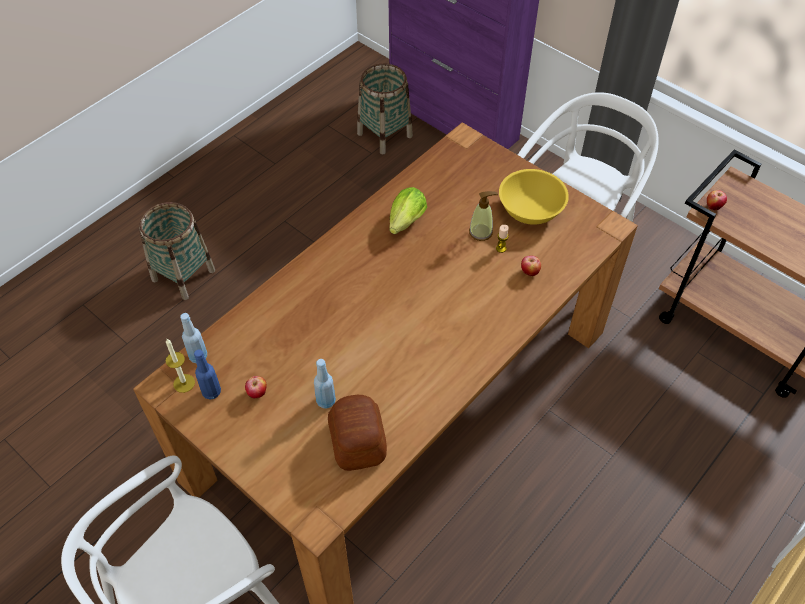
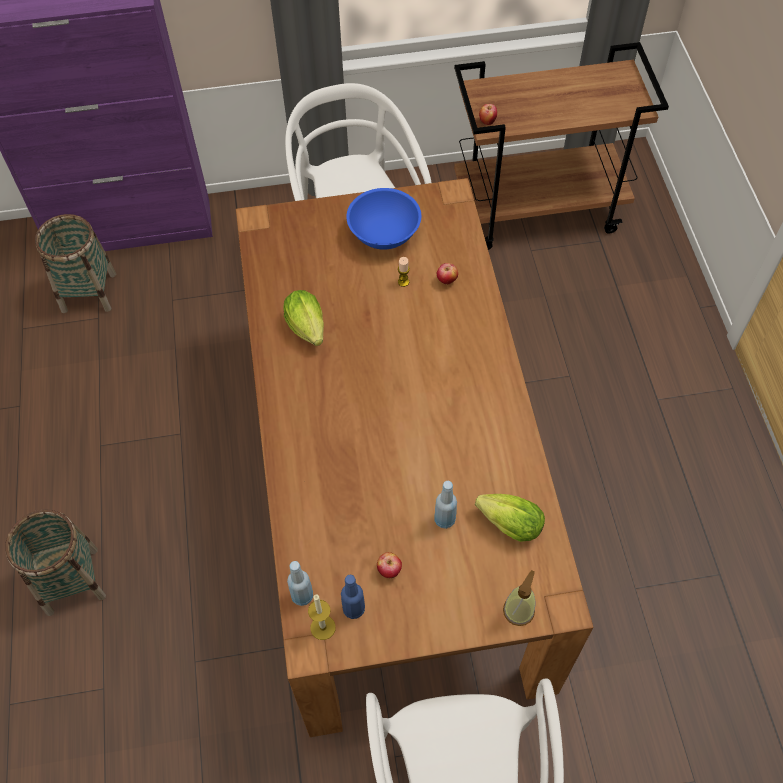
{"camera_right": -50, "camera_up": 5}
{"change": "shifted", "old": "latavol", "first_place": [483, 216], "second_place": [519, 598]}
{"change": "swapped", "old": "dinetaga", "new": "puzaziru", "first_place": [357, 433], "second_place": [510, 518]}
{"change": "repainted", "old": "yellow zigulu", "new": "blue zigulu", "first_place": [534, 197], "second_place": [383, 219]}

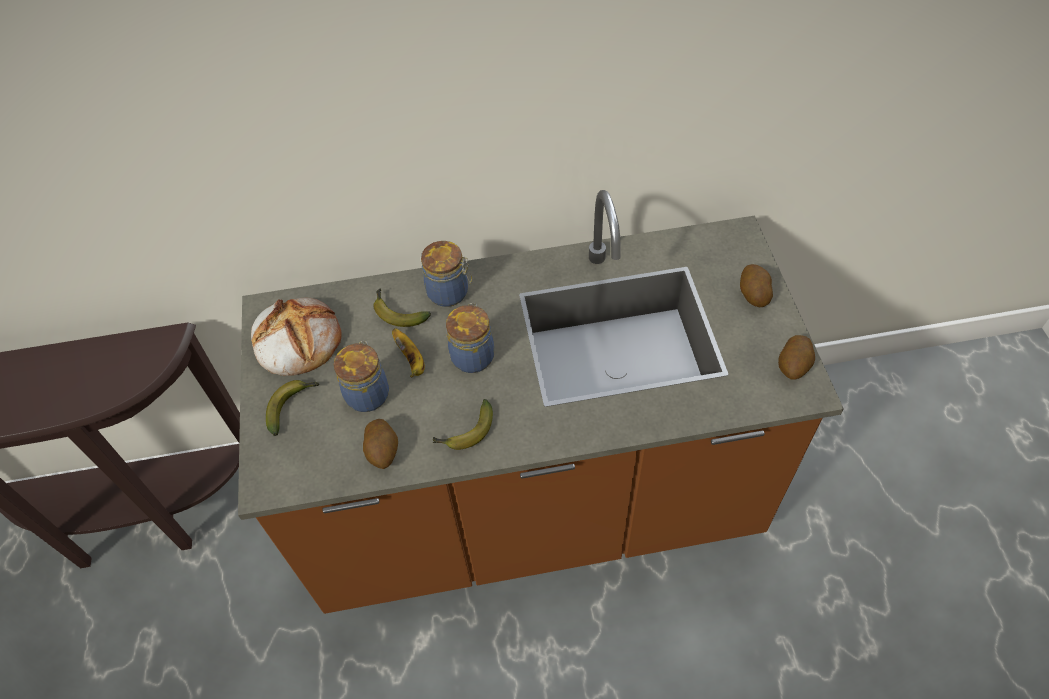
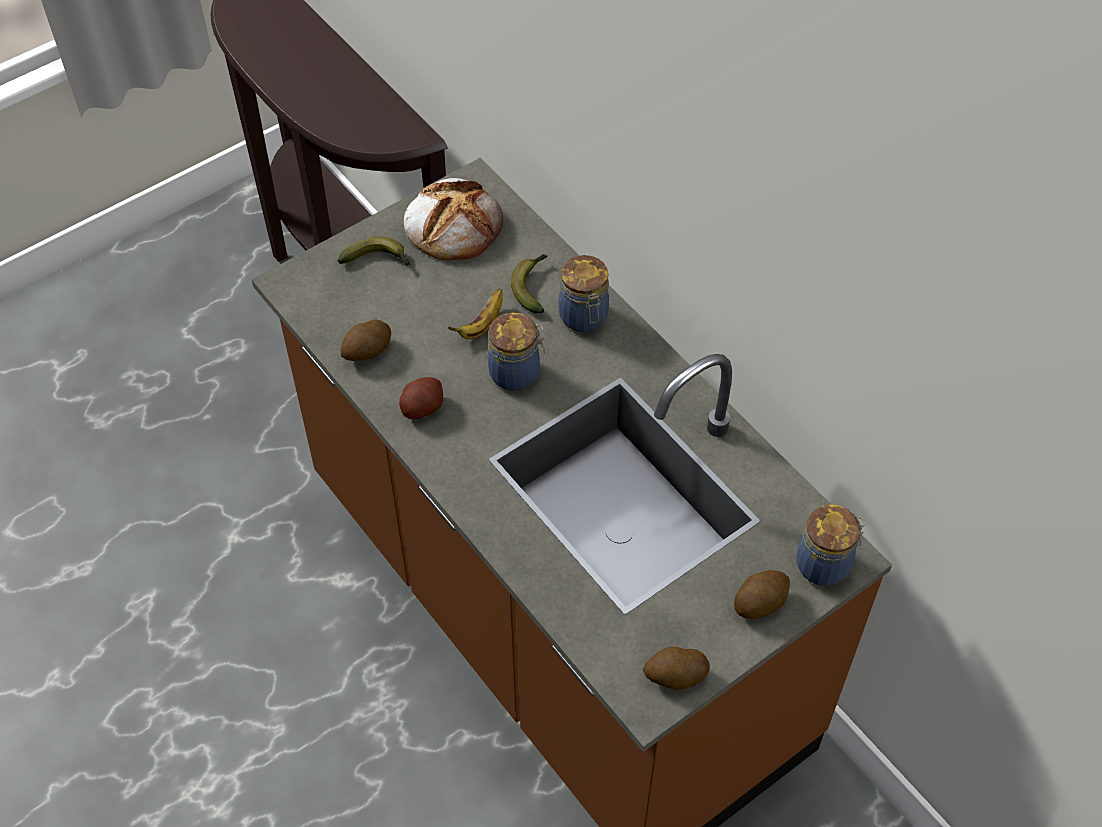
{"camera_right": 60, "camera_up": 0}
{"change": "shifted", "old": "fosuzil", "first_place": [361, 376], "second_place": [830, 545]}
{"change": "swapped", "old": "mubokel", "new": "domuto", "first_place": [462, 424], "second_place": [421, 398]}

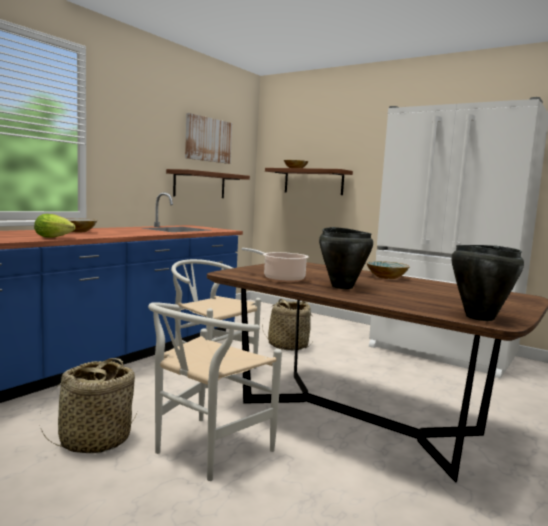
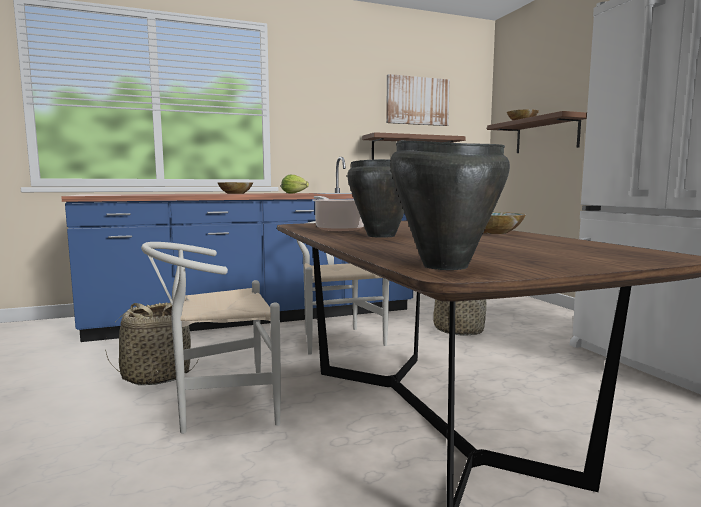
{"camera_right": 35, "camera_up": 0}
{"change": "shifted", "old": "puzaziru", "first_place": [54, 226], "second_place": [295, 184]}

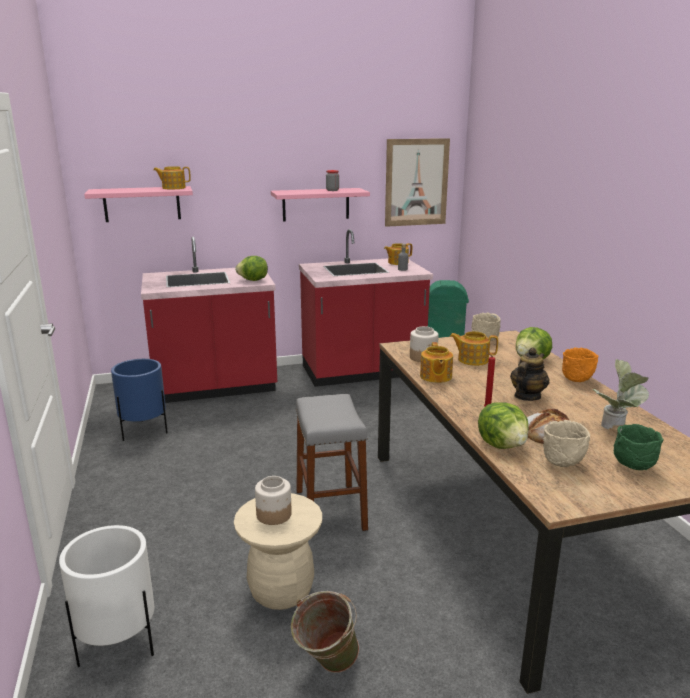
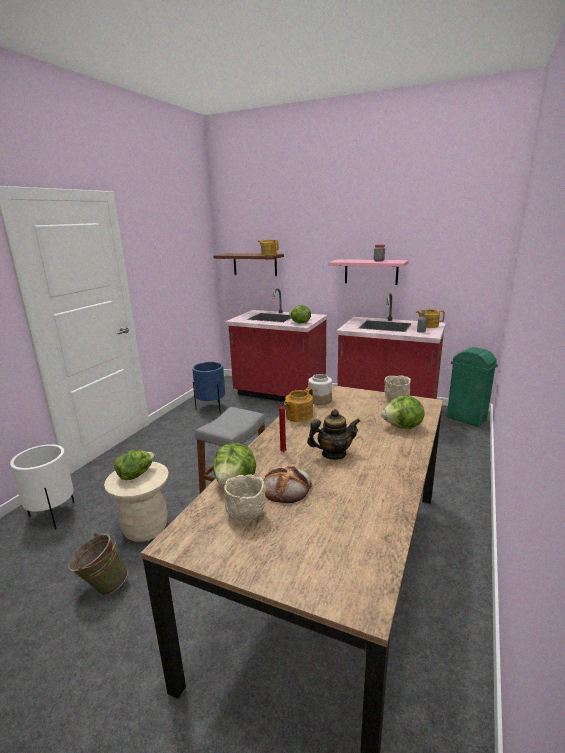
{"camera_right": 40, "camera_up": 0}
{"change": "gone", "old": "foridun", "first_place": [417, 182]}
{"change": "gone", "old": "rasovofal", "first_place": [474, 348]}
{"change": "gone", "old": "orange zigulu", "first_place": [580, 364]}
{"change": "gone", "old": "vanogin", "first_place": [620, 394]}
{"change": "gone", "old": "green zigulu", "first_place": [638, 447]}
{"change": "swapped", "old": "fosuzil", "new": "puzaziru", "first_place": [273, 500], "second_place": [134, 465]}
{"change": "repainted", "old": "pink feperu", "new": "brown feperu", "first_place": [138, 204], "second_place": [248, 264]}

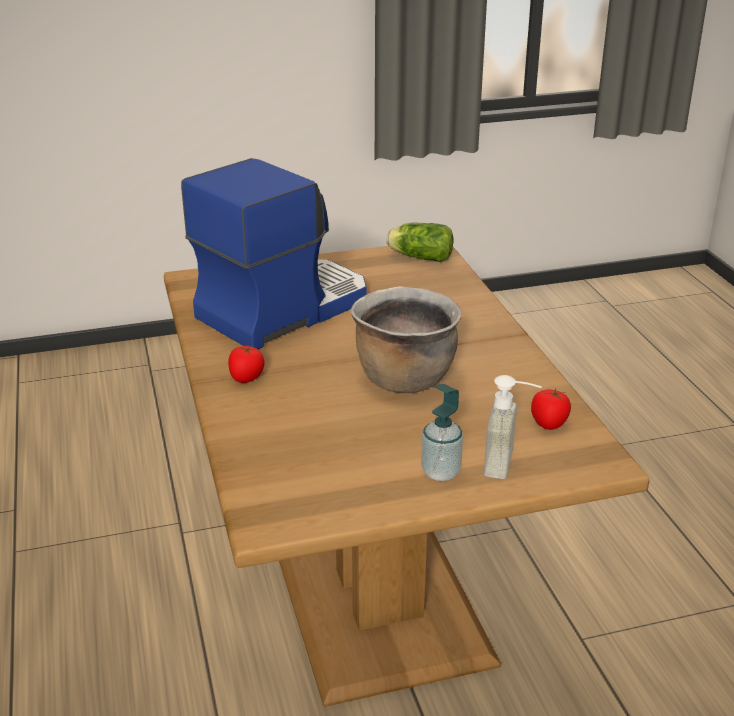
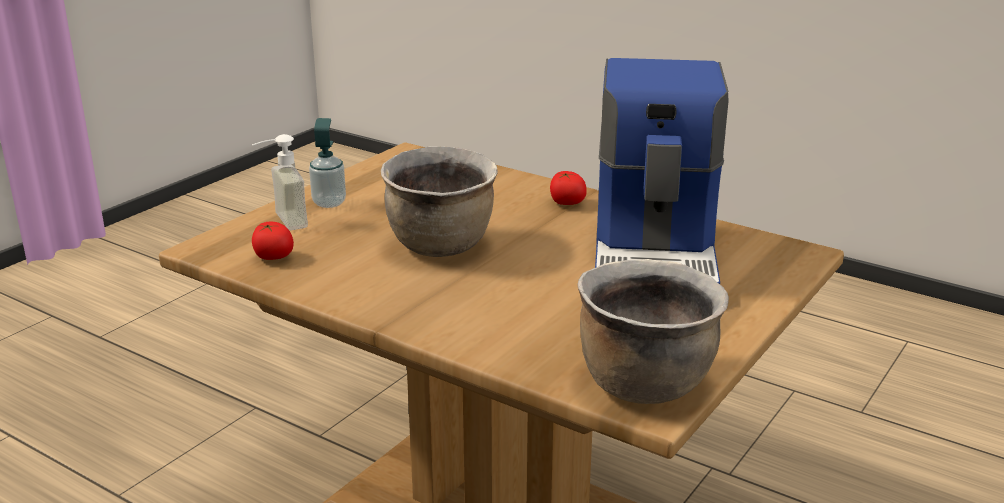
{"camera_right": 140, "camera_up": -5}
{"change": "swapped", "old": "puzaziru", "new": "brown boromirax", "first_place": [419, 242], "second_place": [653, 331]}

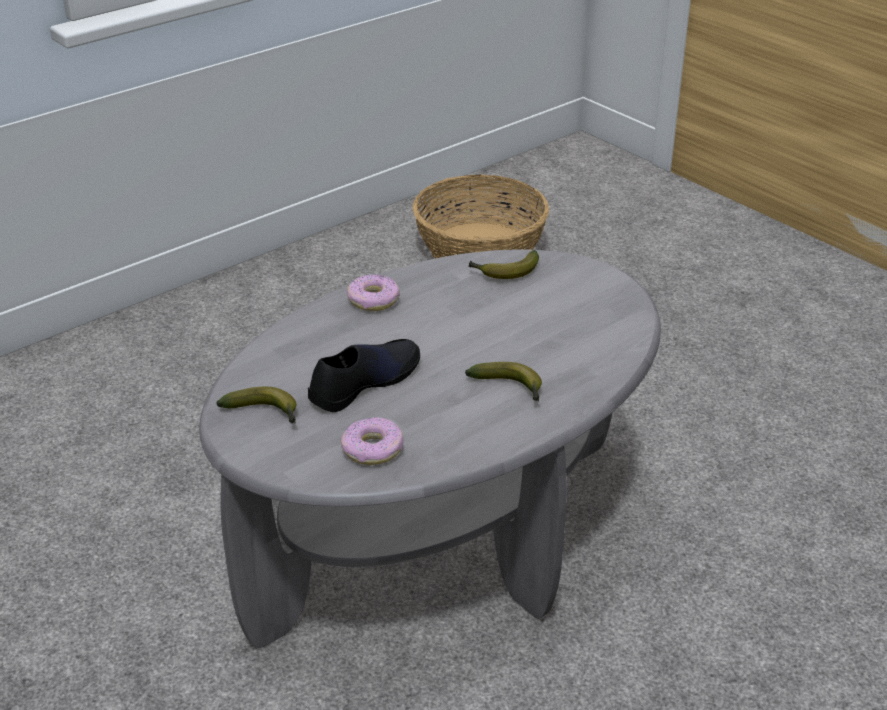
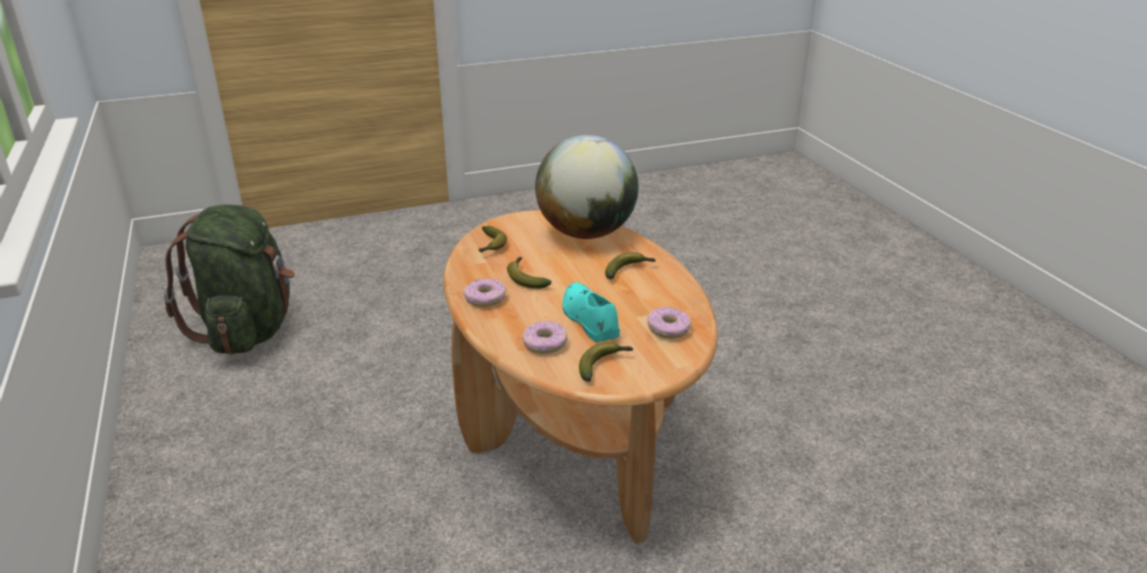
{"camera_right": -70, "camera_up": -5}
{"change": "new", "new": "mubokel", "second_place": [529, 273]}
{"change": "new", "new": "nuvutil", "second_place": [545, 337]}
{"change": "new", "new": "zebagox", "second_place": [586, 187]}
{"change": "swapped", "old": "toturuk", "new": "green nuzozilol", "first_place": [481, 216], "second_place": [229, 279]}
{"change": "repainted", "old": "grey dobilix", "new": "brown dobilix", "first_place": [430, 449], "second_place": [580, 377]}
{"change": "repainted", "old": "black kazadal", "new": "turquoise kazadal", "first_place": [364, 375], "second_place": [591, 312]}

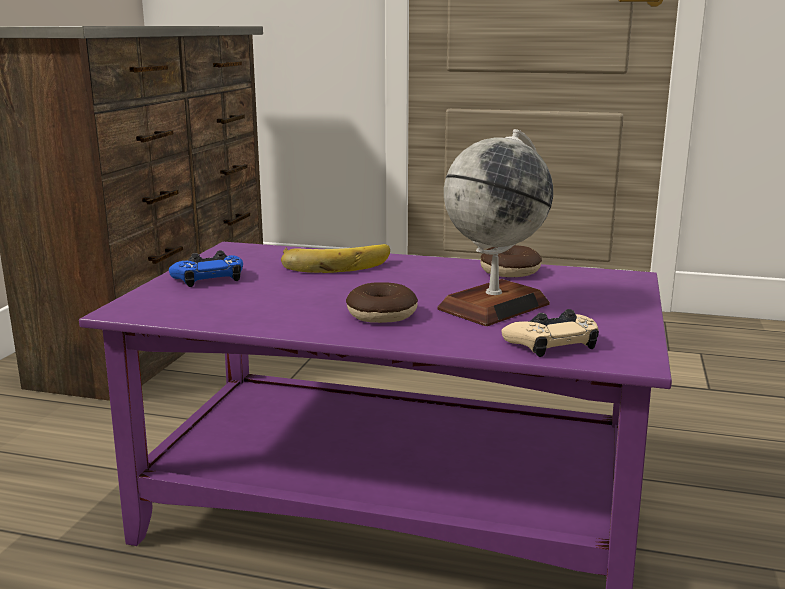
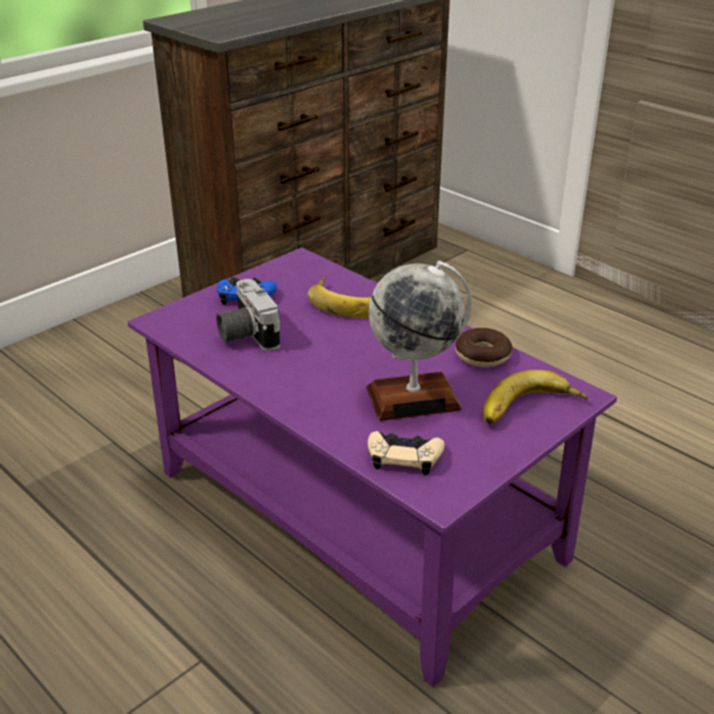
{"camera_right": 30, "camera_up": 15}
{"change": "gone", "old": "nuvutil", "first_place": [382, 302]}
{"change": "new", "new": "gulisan", "second_place": [248, 315]}
{"change": "new", "new": "mubokel", "second_place": [535, 397]}

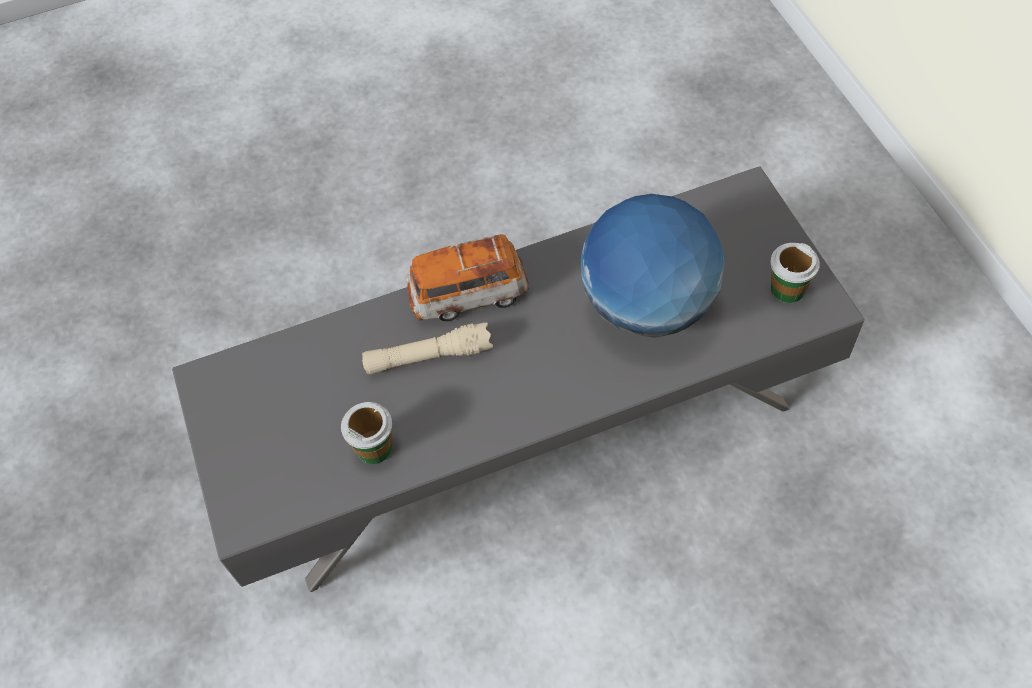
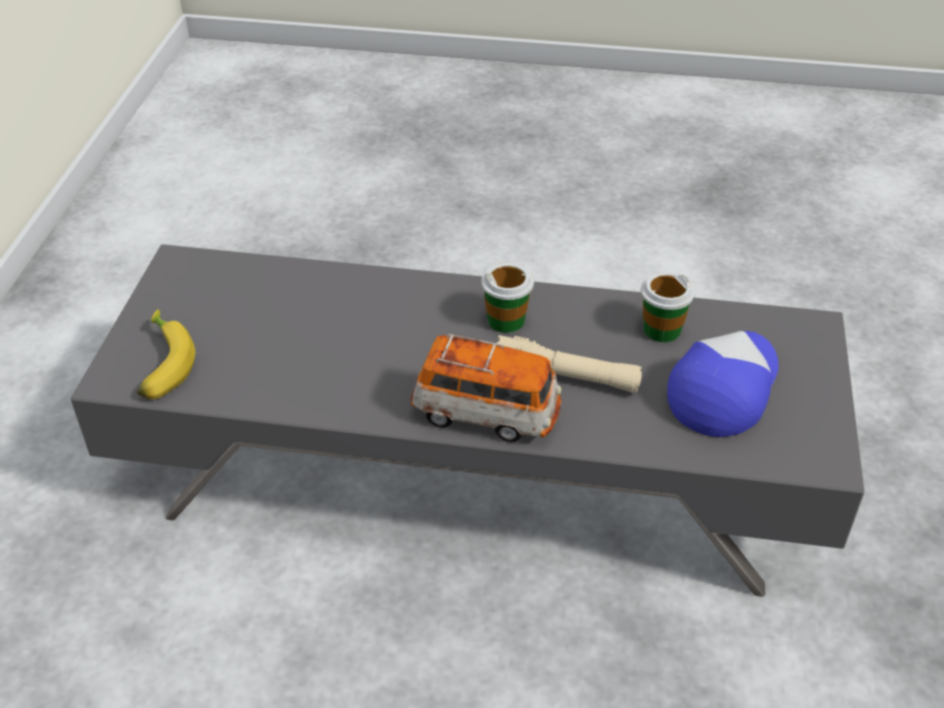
{"camera_right": -155, "camera_up": -15}
{"change": "gone", "old": "zebagox", "first_place": [653, 266]}
{"change": "new", "new": "mubokel", "second_place": [166, 354]}
{"change": "new", "new": "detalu", "second_place": [723, 384]}
{"change": "shifted", "old": "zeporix", "first_place": [795, 273], "second_place": [507, 298]}

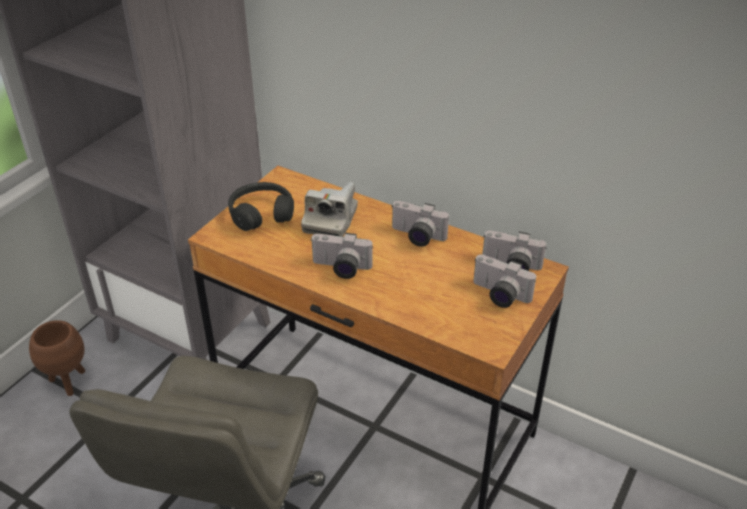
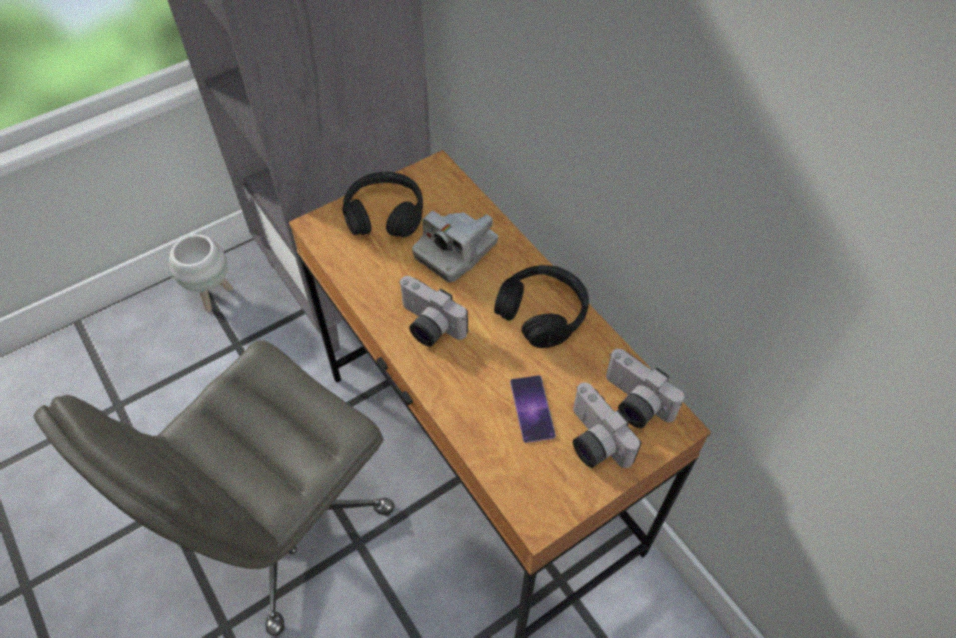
{"camera_right": 25, "camera_up": 15}
{"change": "new", "new": "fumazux", "second_place": [533, 409]}
{"change": "swapped", "old": "gulisan", "new": "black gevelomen", "first_place": [420, 224], "second_place": [541, 306]}
{"change": "repainted", "old": "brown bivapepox", "new": "white bivapepox", "first_place": [57, 358], "second_place": [201, 273]}

